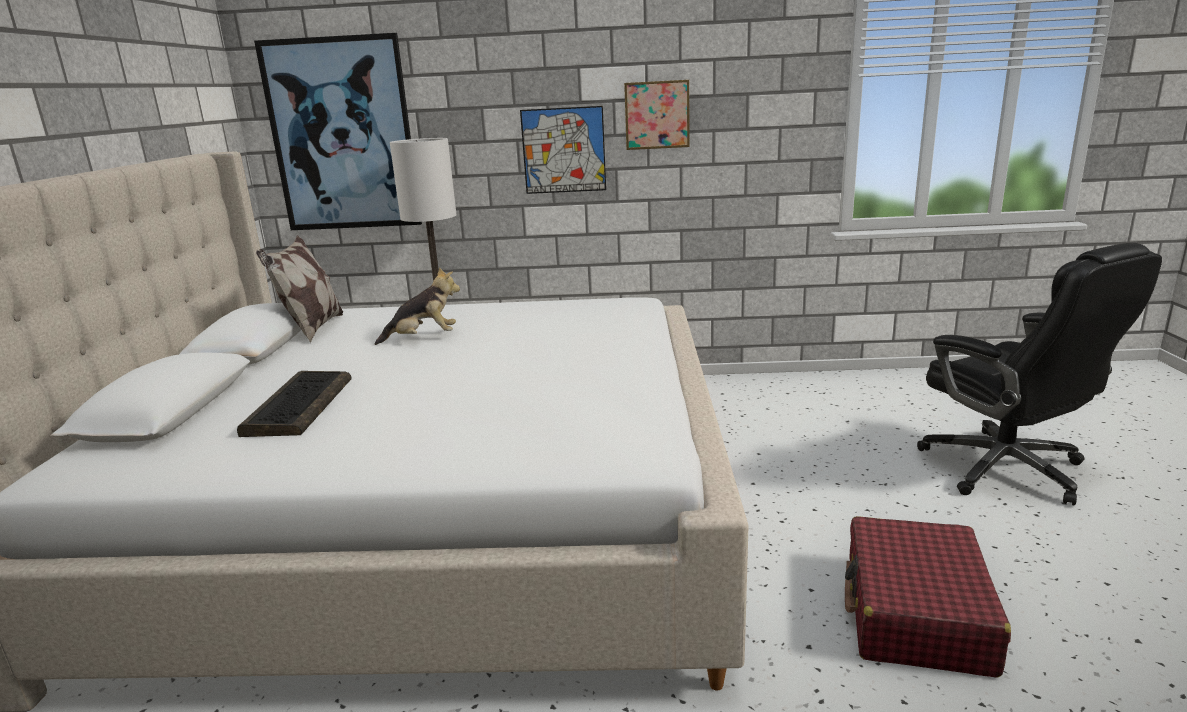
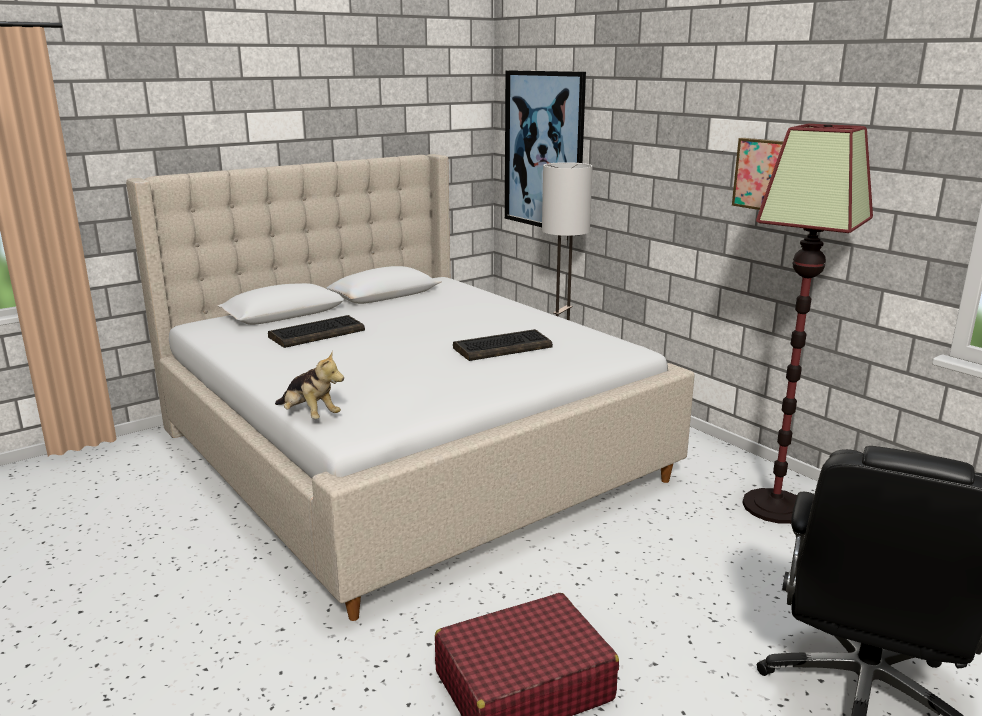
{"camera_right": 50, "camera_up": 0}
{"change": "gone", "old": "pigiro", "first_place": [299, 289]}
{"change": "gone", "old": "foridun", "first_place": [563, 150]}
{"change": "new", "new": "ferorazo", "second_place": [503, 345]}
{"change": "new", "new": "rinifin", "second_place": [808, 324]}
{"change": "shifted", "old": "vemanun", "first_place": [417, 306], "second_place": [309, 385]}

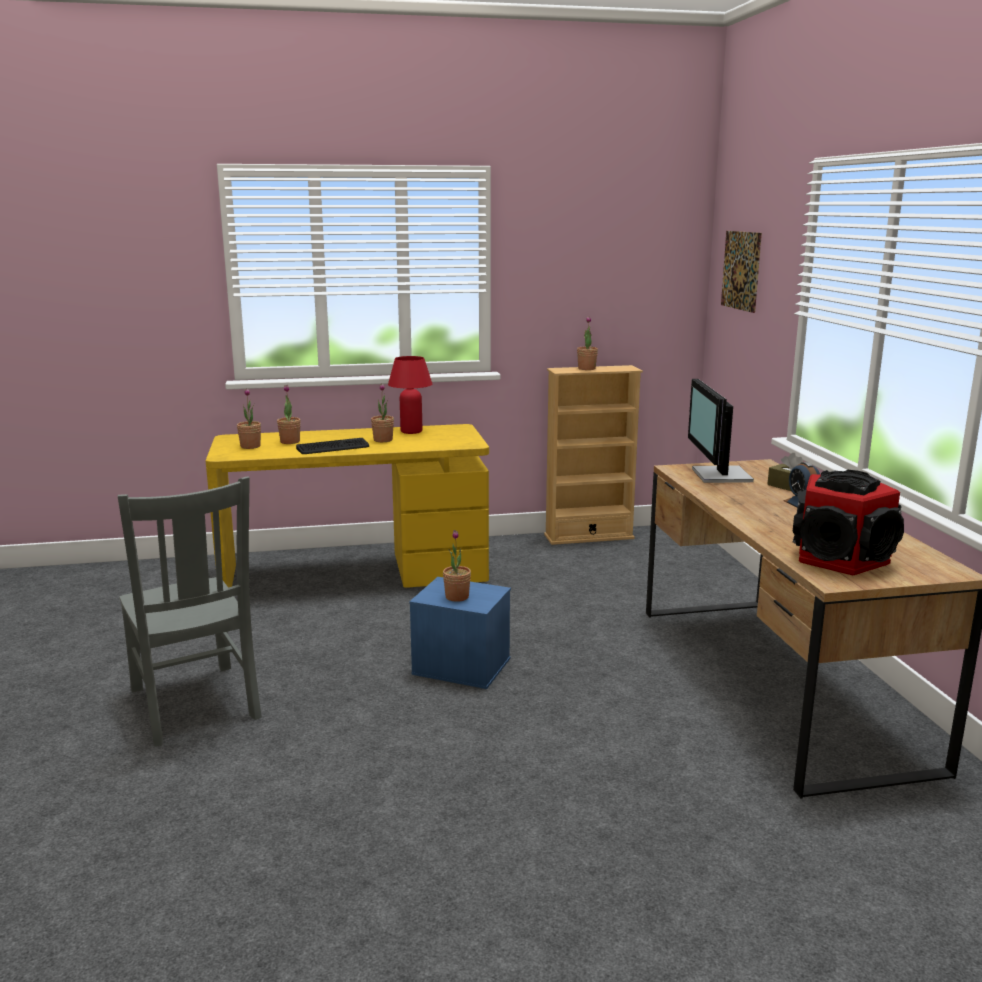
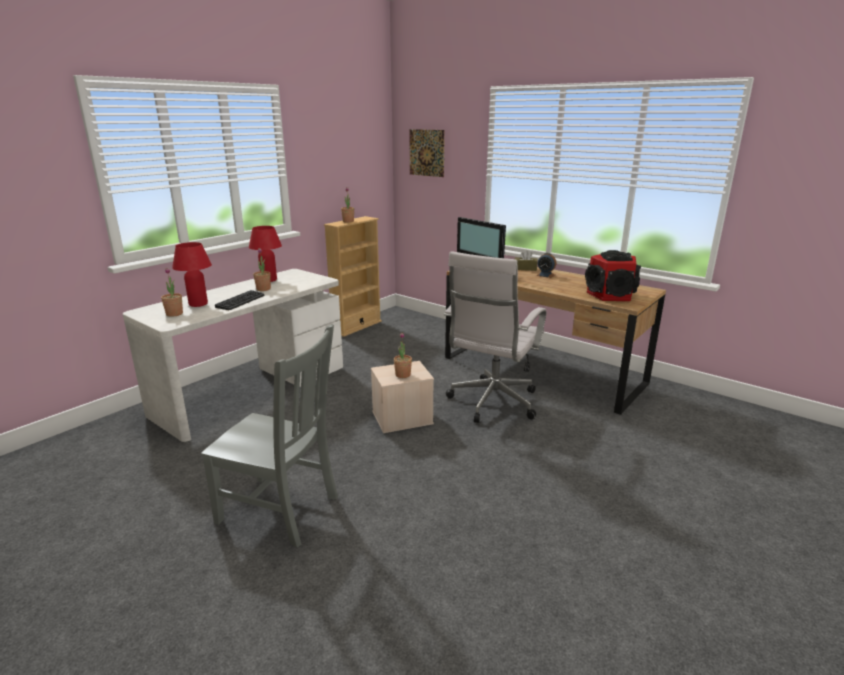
{"camera_right": -40, "camera_up": 5}
{"change": "new", "new": "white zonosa", "second_place": [495, 337]}
{"change": "swapped", "old": "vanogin", "new": "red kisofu", "first_place": [289, 414], "second_place": [192, 274]}
{"change": "repainted", "old": "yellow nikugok", "new": "white nikugok", "first_place": [347, 506], "second_place": [233, 355]}
{"change": "repainted", "old": "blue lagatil", "new": "beige lagatil", "first_place": [460, 633], "second_place": [402, 397]}

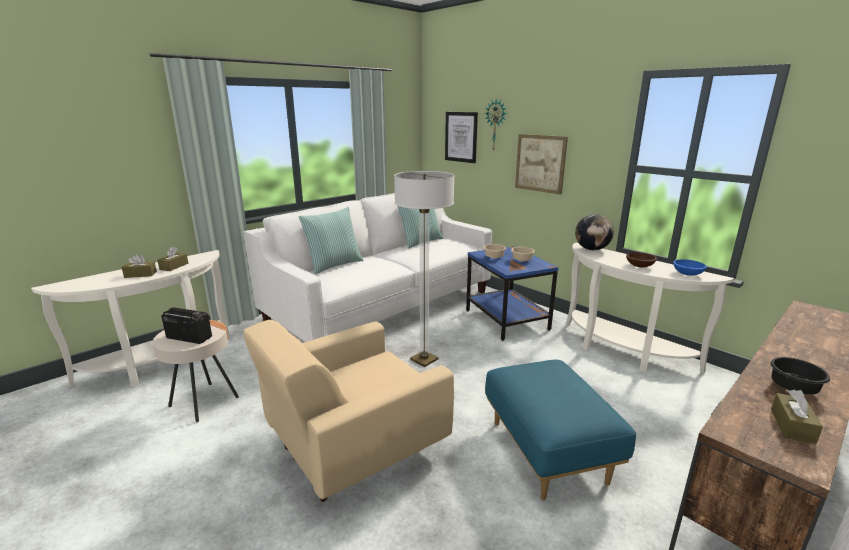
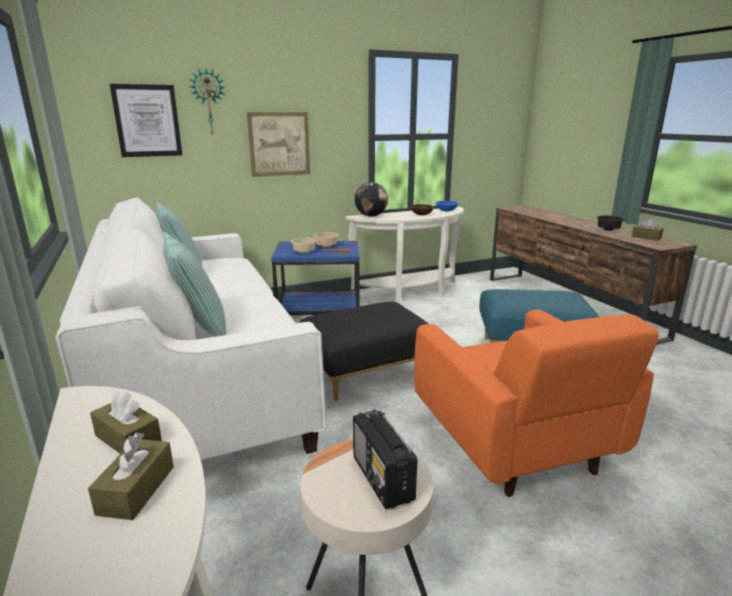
{"camera_right": -70, "camera_up": 0}
{"change": "swapped", "old": "rinifin", "new": "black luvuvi", "first_place": [424, 269], "second_place": [364, 351]}
{"change": "repainted", "old": "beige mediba", "new": "orange mediba", "first_place": [348, 411], "second_place": [536, 403]}
{"change": "rotated", "old": "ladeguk", "first_place": [186, 325], "second_place": [385, 459], "degrees": -60}

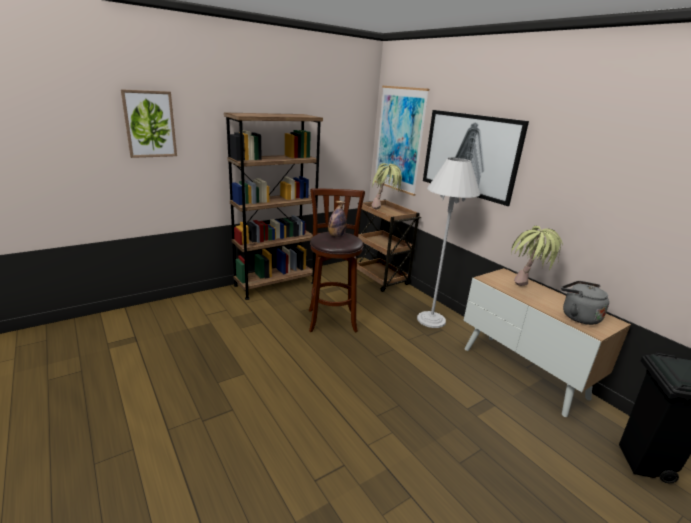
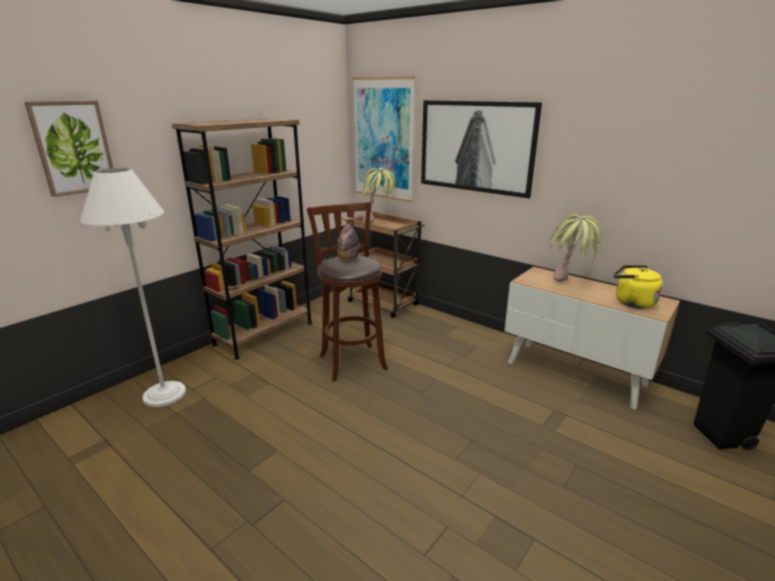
{"camera_right": -15, "camera_up": 0}
{"change": "shifted", "old": "white rinifin", "first_place": [448, 243], "second_place": [133, 287]}
{"change": "repainted", "old": "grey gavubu", "new": "yellow gavubu", "first_place": [585, 303], "second_place": [638, 287]}

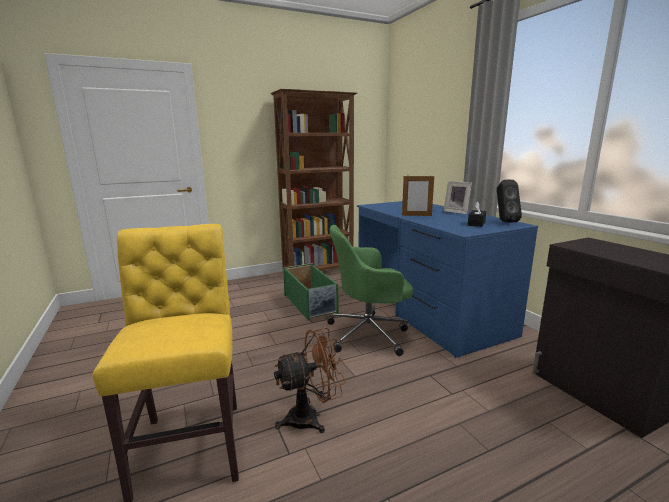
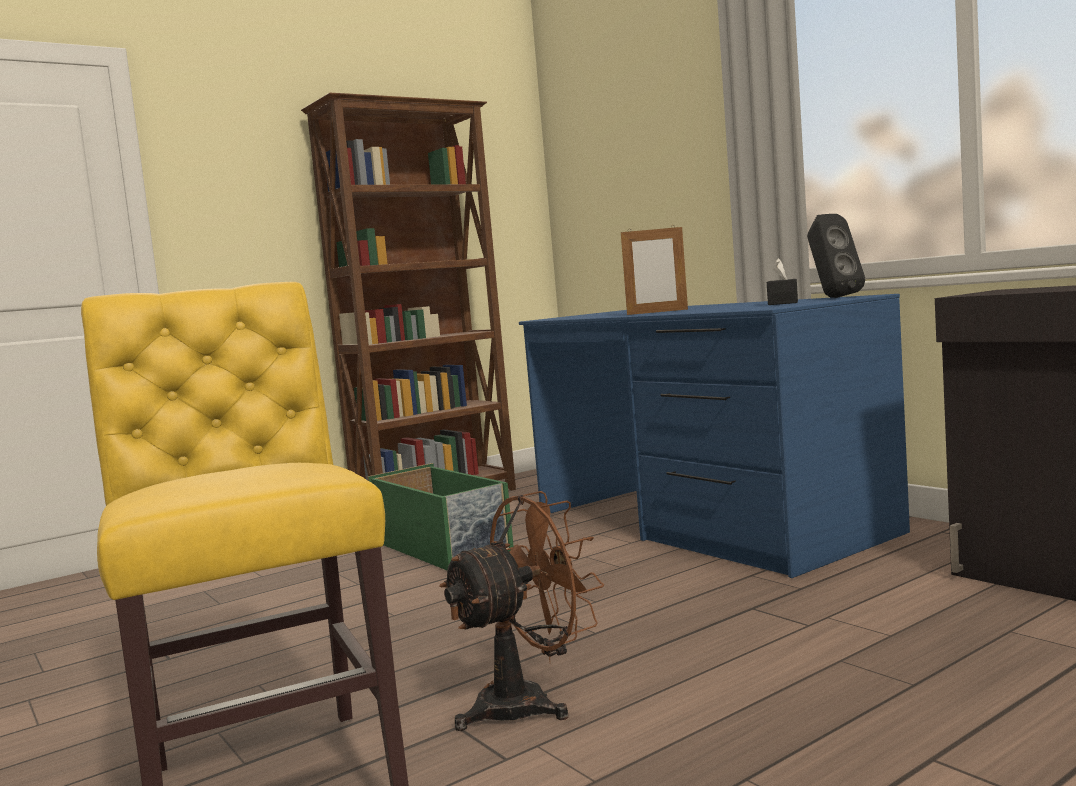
{"camera_right": -10, "camera_up": -10}
{"change": "gone", "old": "green zonosa", "first_place": [370, 290]}
{"change": "gone", "old": "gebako", "first_place": [458, 197]}

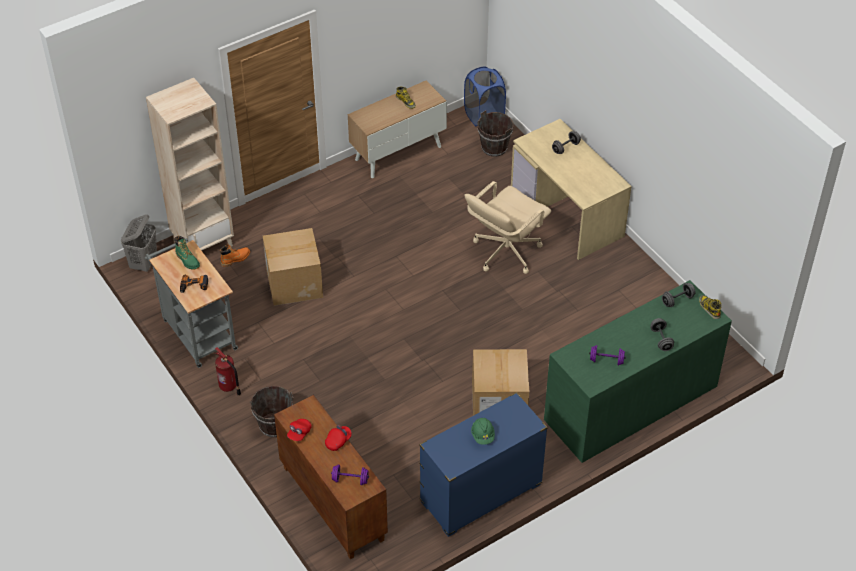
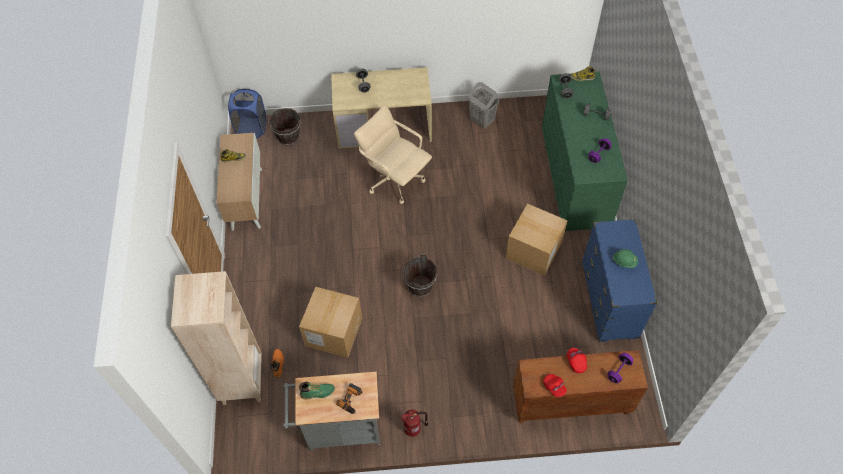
{"camera_right": -60, "camera_up": 10}
{"change": "shifted", "old": "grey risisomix", "first_place": [139, 243], "second_place": [483, 105]}
{"change": "shifted", "old": "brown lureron", "first_place": [271, 411], "second_place": [420, 275]}
{"change": "rotated", "old": "beige zonosa", "first_place": [507, 227], "second_place": [393, 154], "degrees": 150}

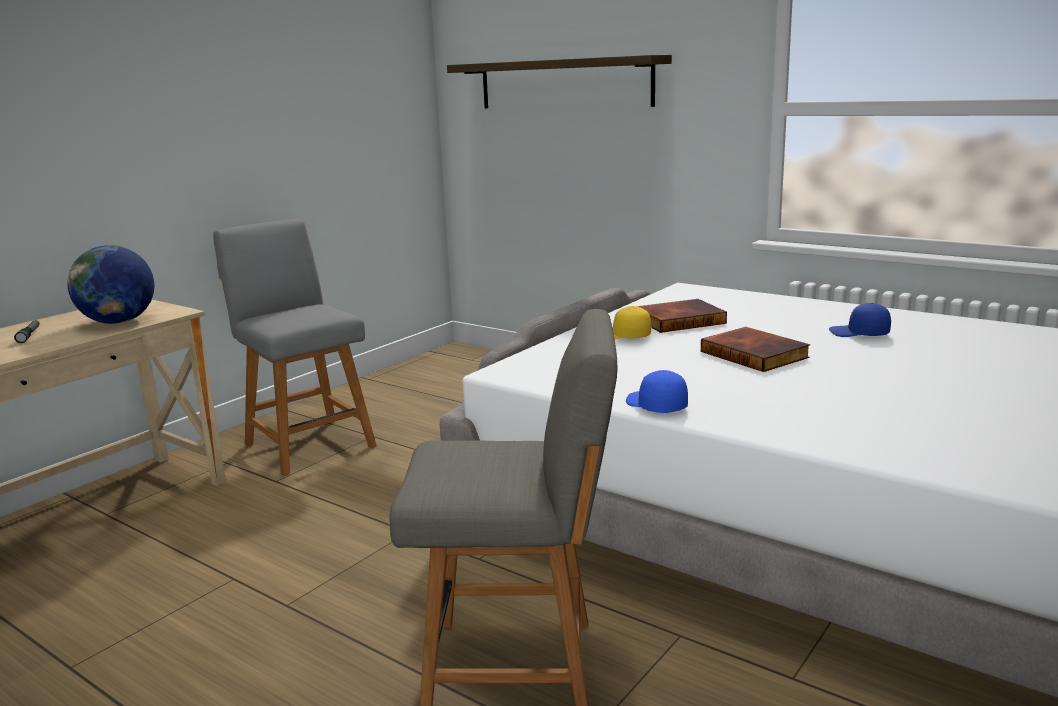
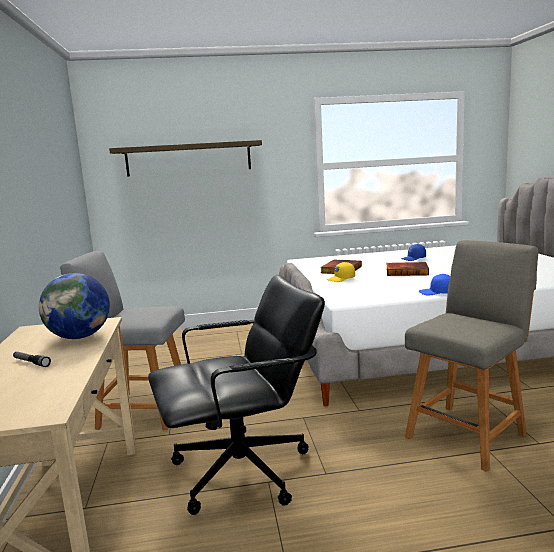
{"camera_right": -45, "camera_up": -5}
{"change": "new", "new": "black zonosa", "second_place": [236, 395]}

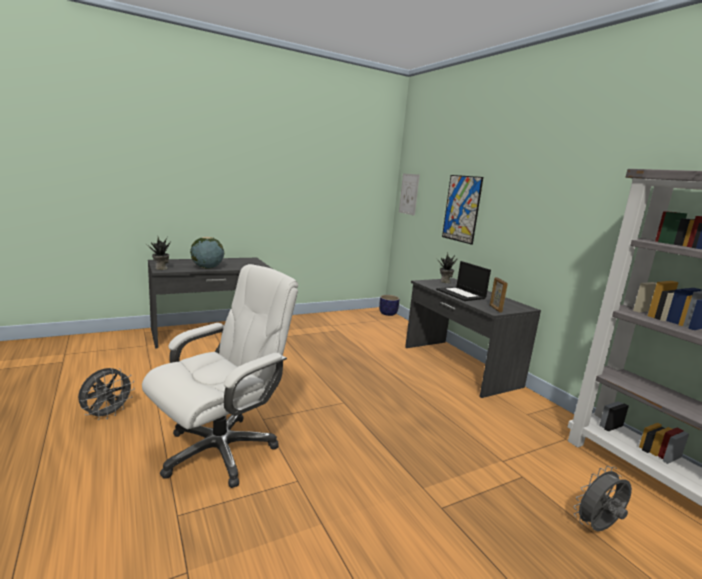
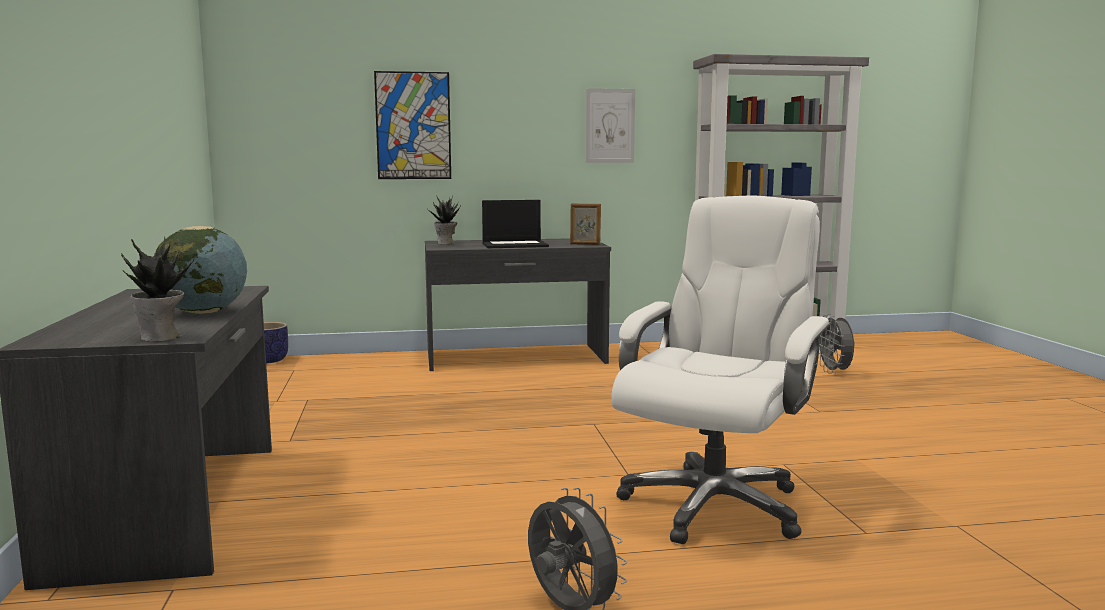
{"camera_right": -70, "camera_up": -5}
{"change": "shifted", "old": "foridun", "first_place": [409, 194], "second_place": [610, 125]}
{"change": "rotated", "old": "white zonosa", "first_place": [220, 376], "second_place": [720, 370], "degrees": 60}

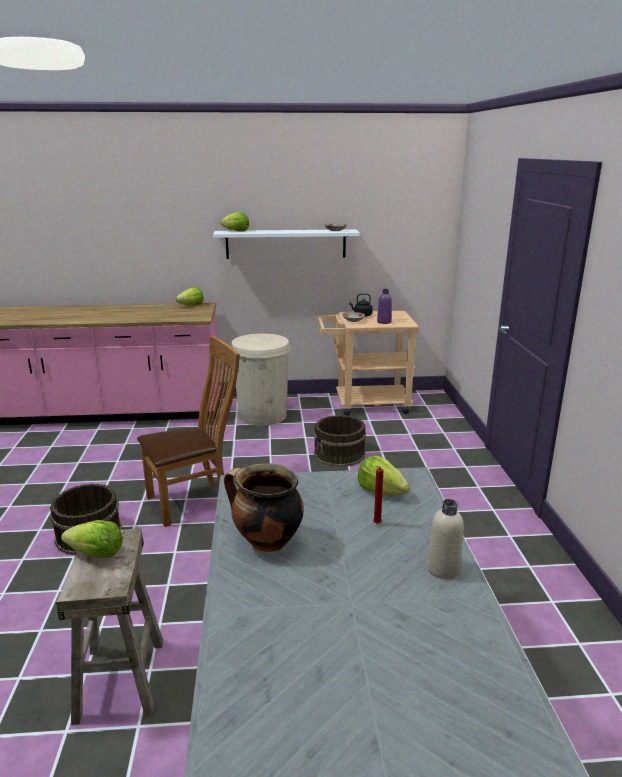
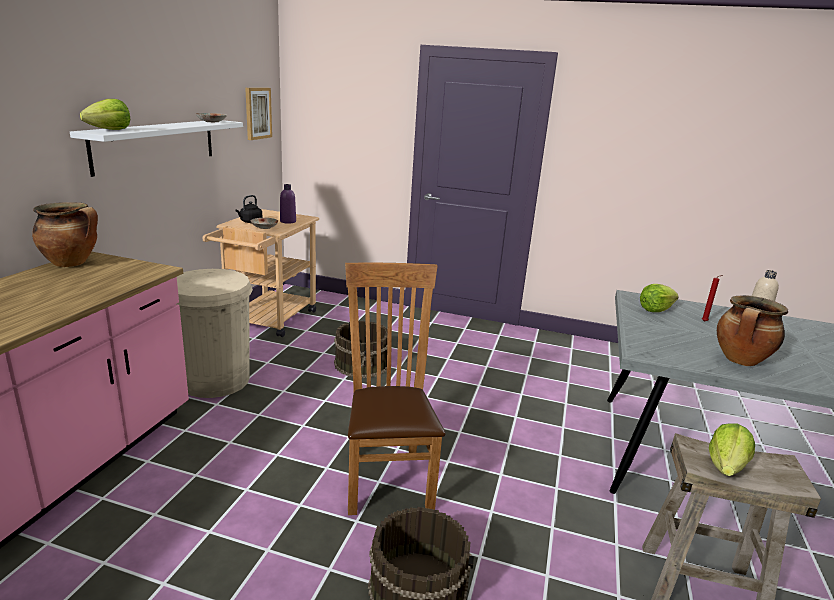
{"camera_right": -70, "camera_up": 0}
{"change": "new", "new": "foridun", "second_place": [258, 114]}
{"change": "swapped", "old": "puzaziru", "new": "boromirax", "first_place": [189, 296], "second_place": [65, 234]}

